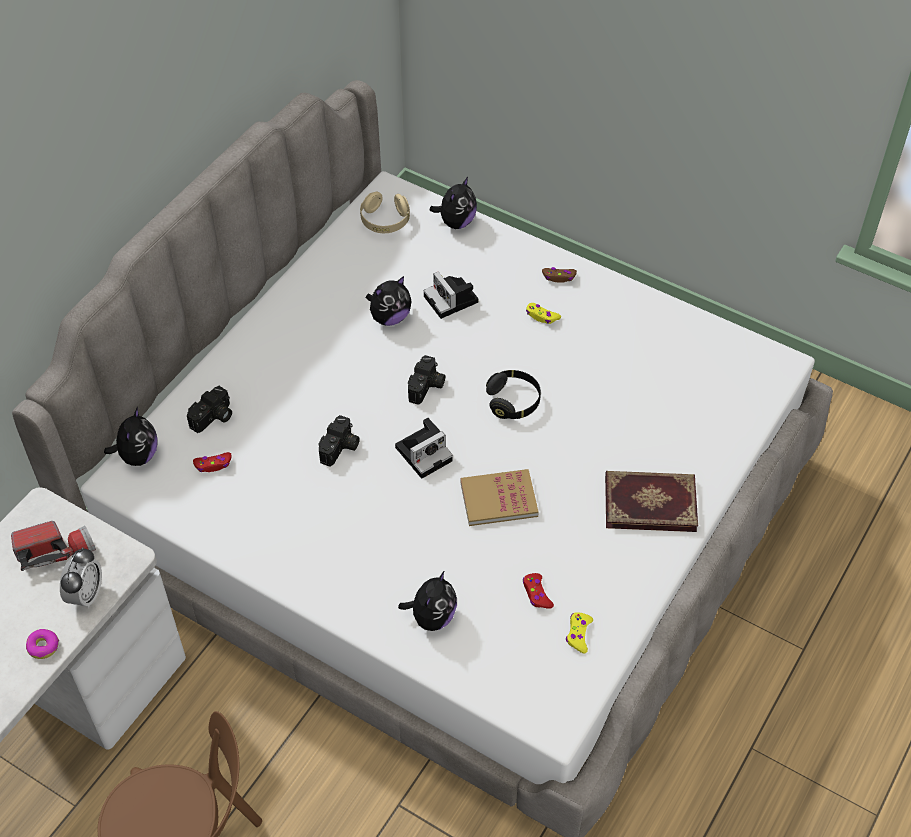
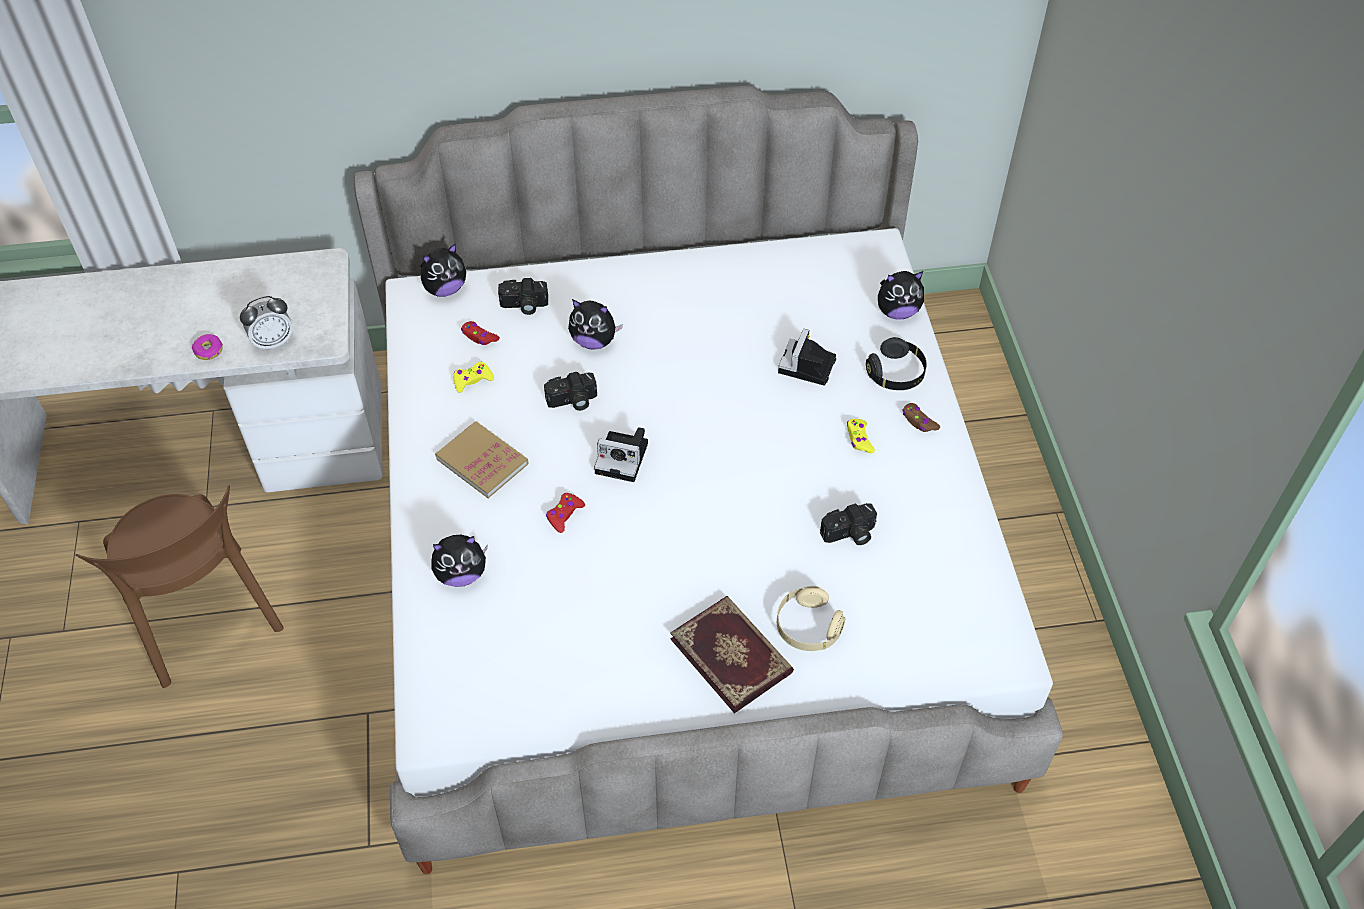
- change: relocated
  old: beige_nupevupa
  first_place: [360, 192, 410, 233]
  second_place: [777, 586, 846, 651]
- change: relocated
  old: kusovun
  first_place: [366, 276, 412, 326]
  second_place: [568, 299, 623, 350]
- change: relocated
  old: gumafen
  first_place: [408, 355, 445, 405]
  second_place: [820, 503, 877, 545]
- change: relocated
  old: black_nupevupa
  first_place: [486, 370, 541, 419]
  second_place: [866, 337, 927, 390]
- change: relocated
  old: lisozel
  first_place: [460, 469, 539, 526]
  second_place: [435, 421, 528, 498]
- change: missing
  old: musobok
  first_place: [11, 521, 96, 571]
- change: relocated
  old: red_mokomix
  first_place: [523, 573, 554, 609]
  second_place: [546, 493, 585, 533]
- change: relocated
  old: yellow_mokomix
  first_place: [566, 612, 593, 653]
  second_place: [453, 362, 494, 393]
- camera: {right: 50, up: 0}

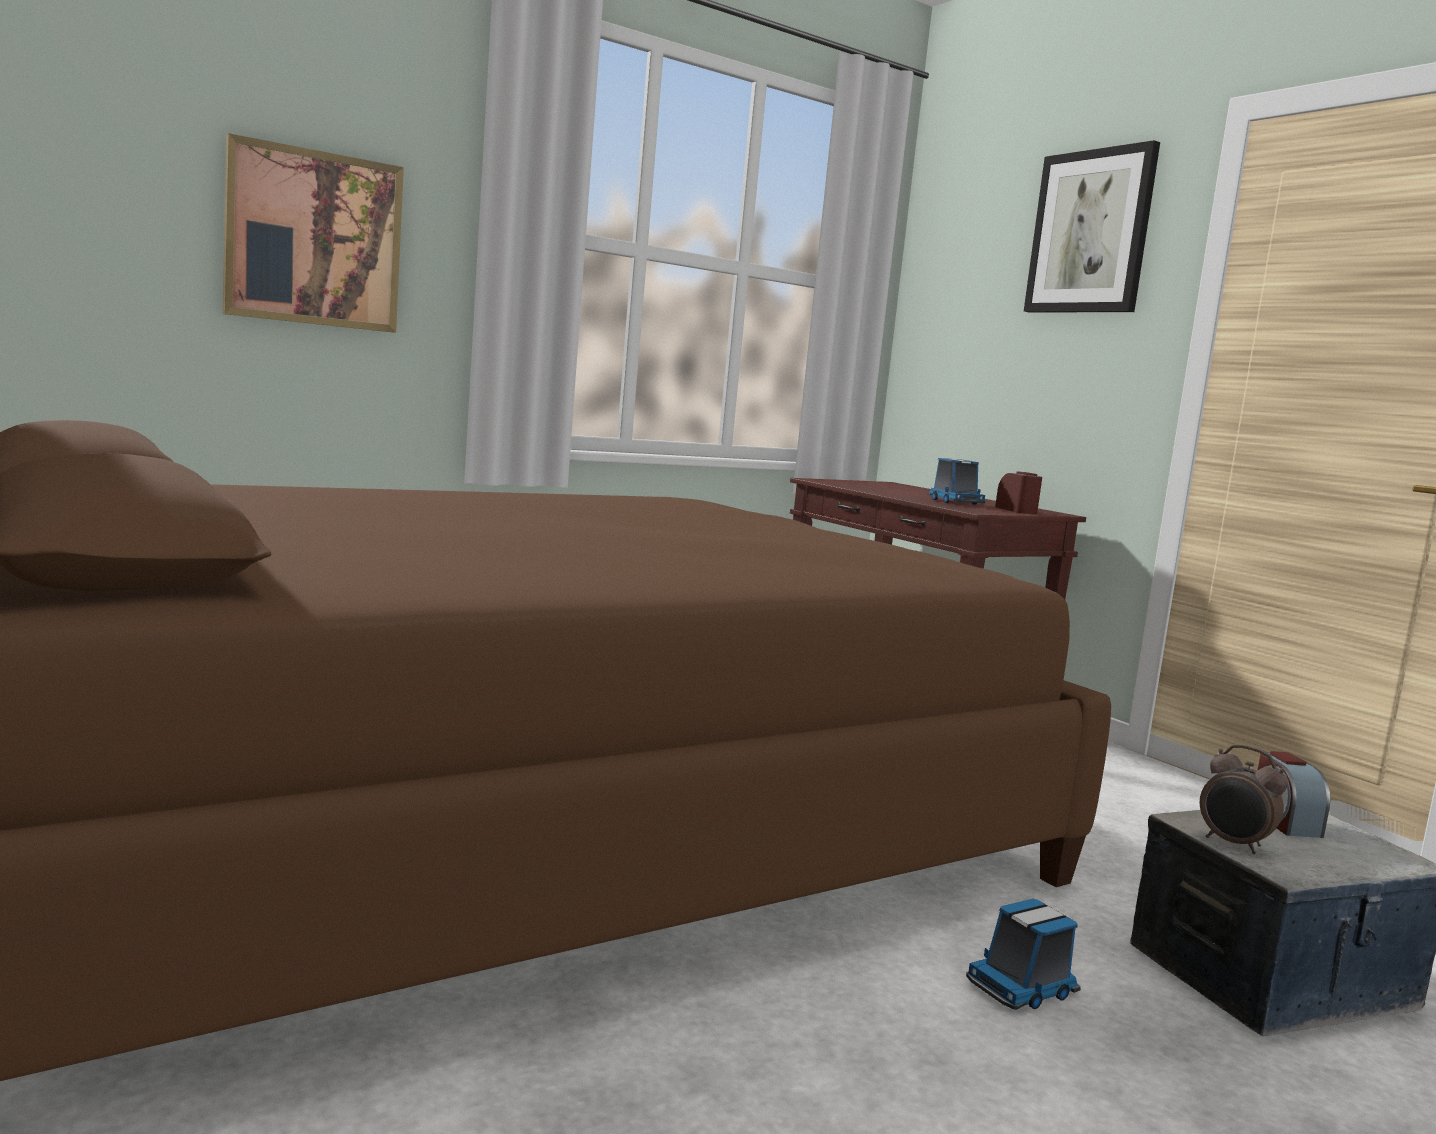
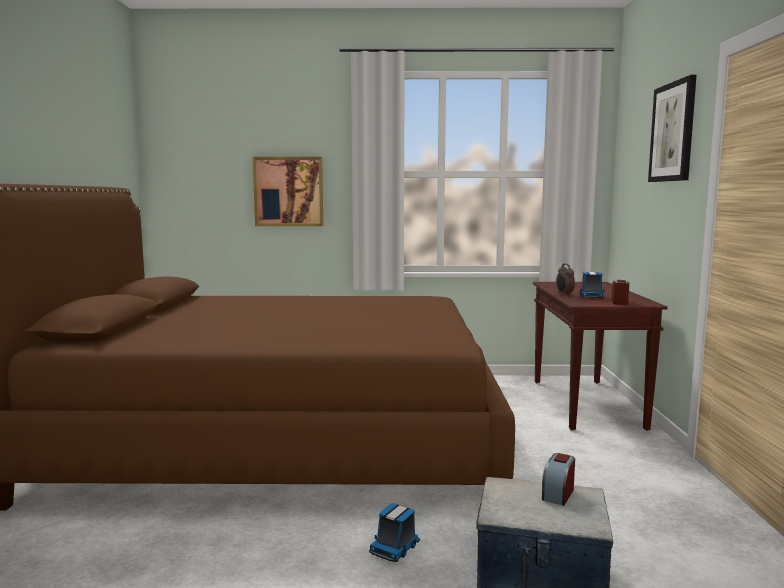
- change: relocated
  old: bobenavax
  first_place: [1200, 744, 1288, 854]
  second_place: [556, 263, 575, 296]
- change: spun
  old: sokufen
  first_place: [966, 899, 1081, 1010]
  second_place: [369, 503, 420, 562]
  degrees: -60
- camera: {right: 35, up: 0}

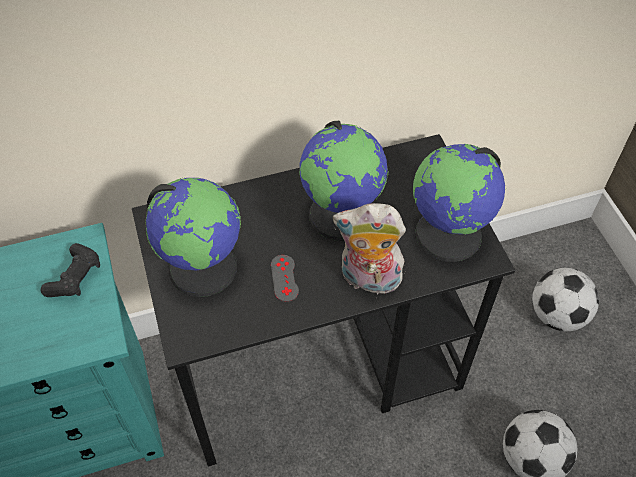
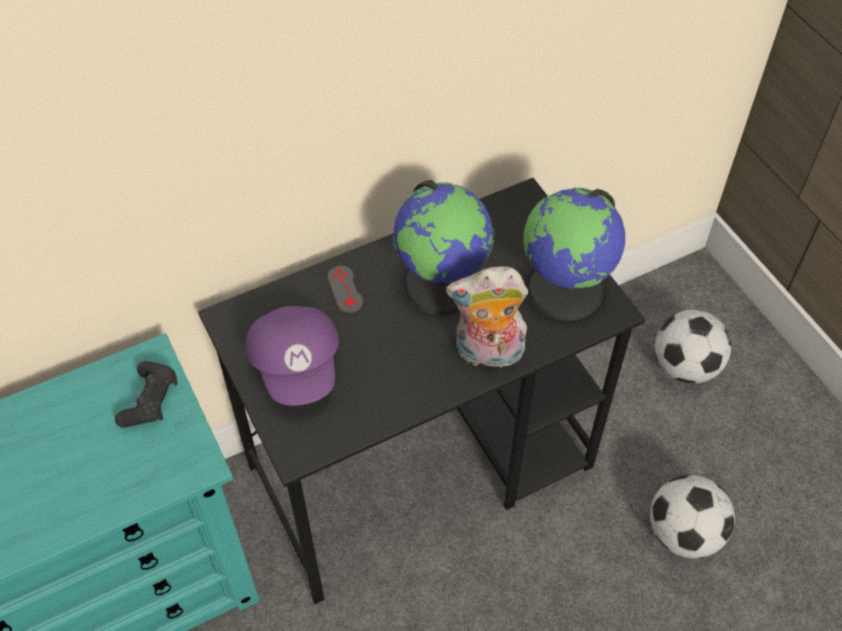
- change: exchanged
  old: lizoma
  new: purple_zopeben
  first_place: [145, 178, 241, 297]
  second_place: [246, 306, 339, 406]
- change: relocated
  old: grey_mokomix
  first_place: [271, 255, 299, 302]
  second_place: [327, 265, 363, 313]
- camera: {right: -10, up: 0}

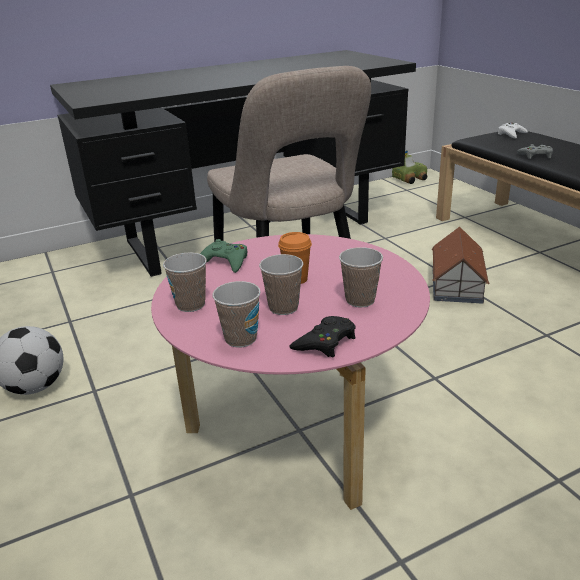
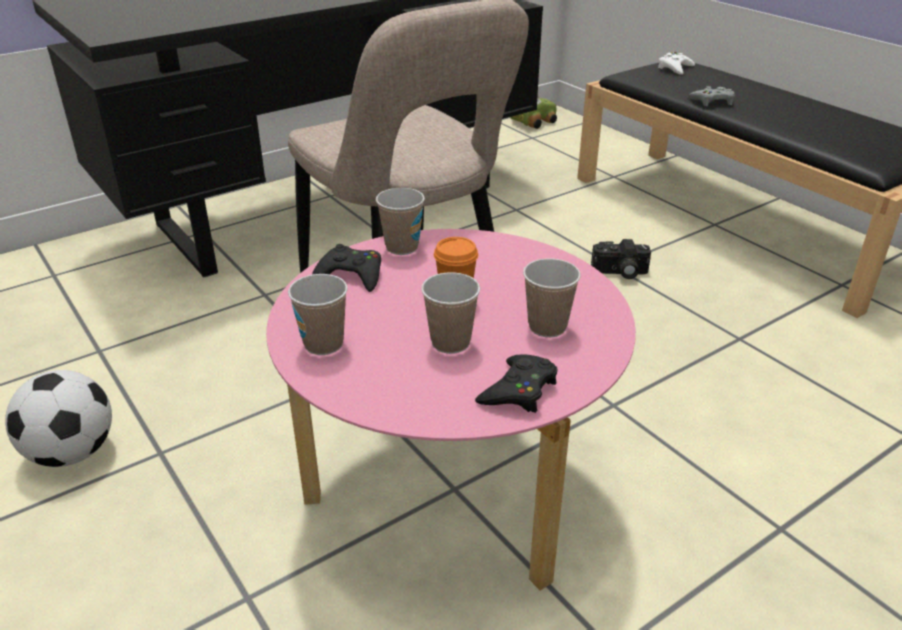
- change: exchanged
  old: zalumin
  new: gumafen
  first_place: [431, 227, 490, 304]
  second_place: [591, 239, 651, 279]
- change: colour
  old: green_mokomix
  new: black_mokomix
  first_place: [200, 239, 247, 273]
  second_place: [312, 244, 381, 292]
- change: relocated
  old: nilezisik
  first_place: [212, 281, 261, 348]
  second_place: [376, 188, 425, 255]
- camera: {right: -10, up: 5}

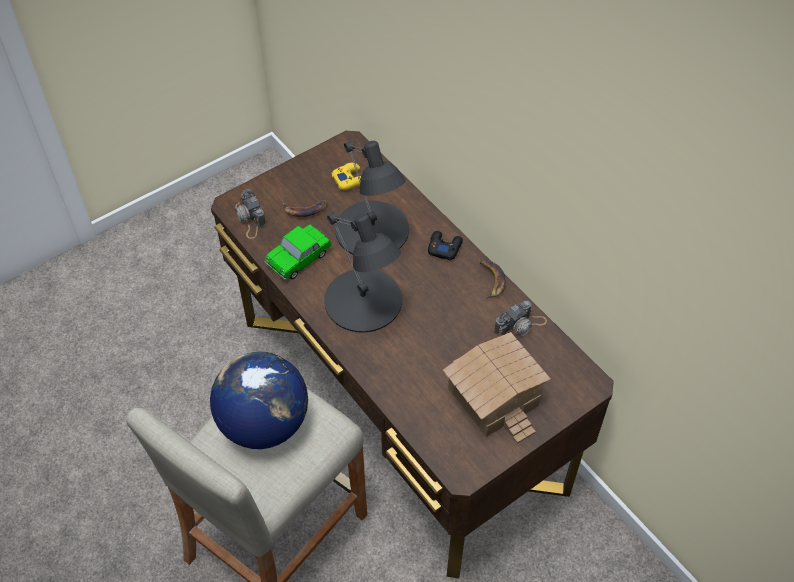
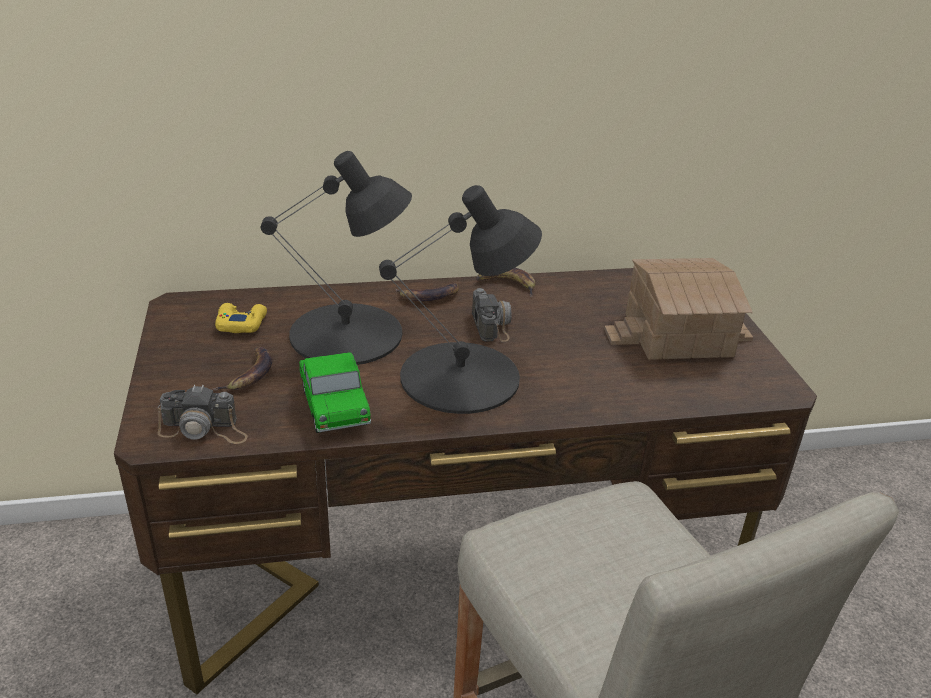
- change: exchanged
  old: black_mokomix
  new: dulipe
  first_place: [428, 231, 463, 260]
  second_place: [395, 283, 459, 301]
- change: relocated
  old: gumafen
  first_place: [494, 301, 547, 337]
  second_place: [472, 288, 512, 342]
- change: missing
  old: lizoma
  first_place: [210, 351, 308, 449]
- camera: {right: -65, up: -20}

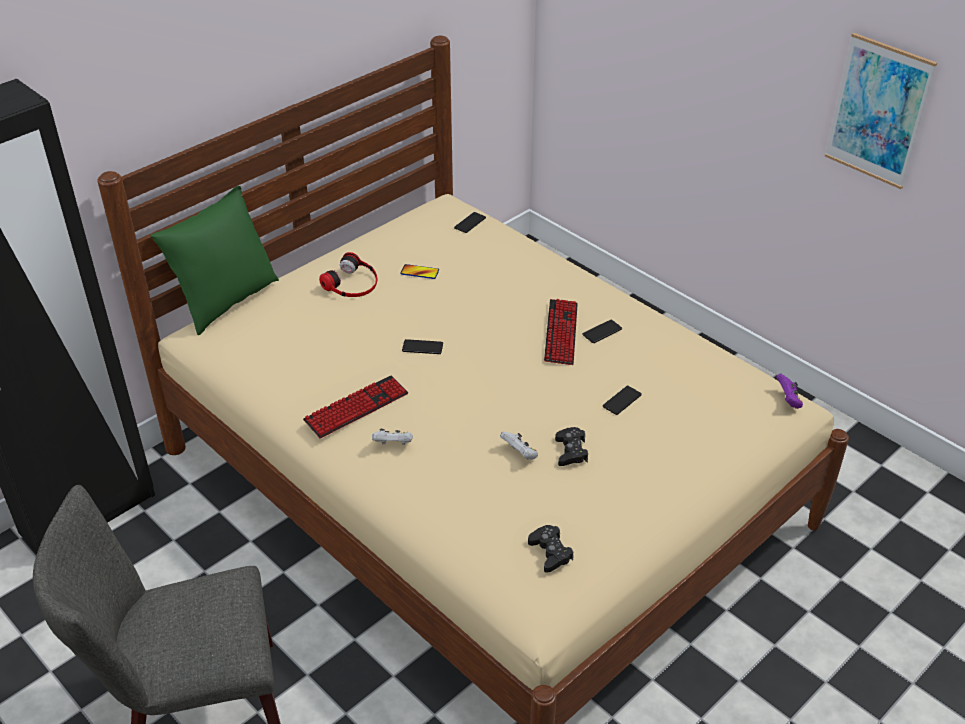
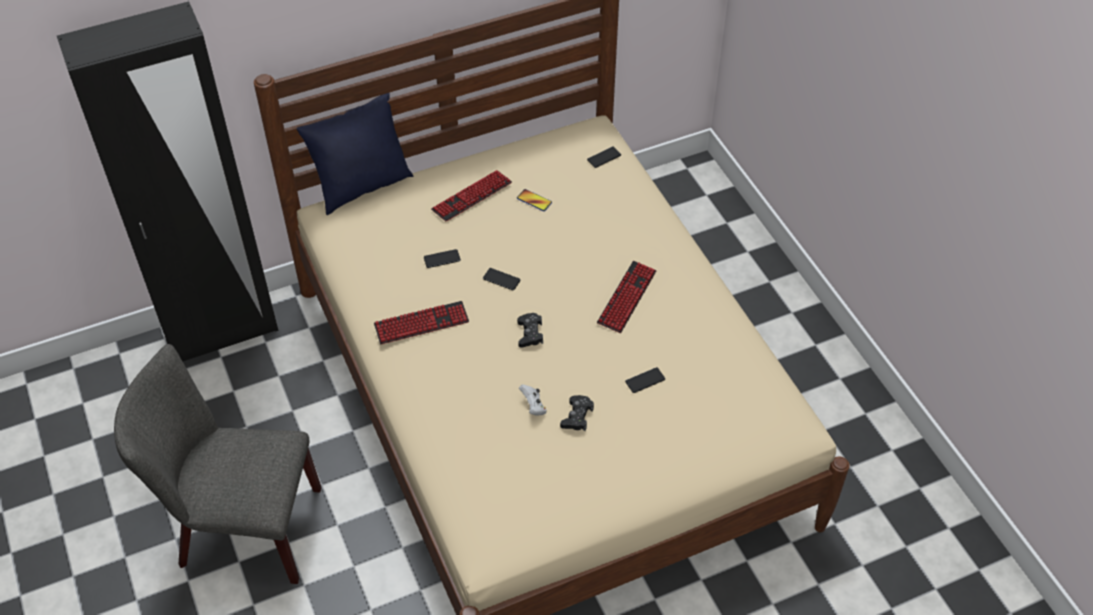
- change: missing
  old: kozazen
  first_place: [825, 33, 937, 189]
- change: colour
  old: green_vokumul
  new: blue_vokumul
  first_place: [151, 186, 279, 335]
  second_place: [296, 93, 413, 215]
- change: exchanged
  old: nupevupa
  new: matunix
  first_place: [319, 252, 377, 297]
  second_place: [431, 170, 512, 222]
- change: relocated
  old: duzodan
  first_place: [582, 320, 622, 343]
  second_place: [424, 249, 461, 268]
- change: missing
  old: purple_mokomix
  first_place: [776, 374, 803, 409]
- change: missing
  old: white_mokomix
  first_place: [372, 429, 413, 445]
- change: relocated
  old: black_mokomix
  first_place: [528, 525, 574, 573]
  second_place: [517, 313, 543, 348]
- camera: {right: 20, up: 10}

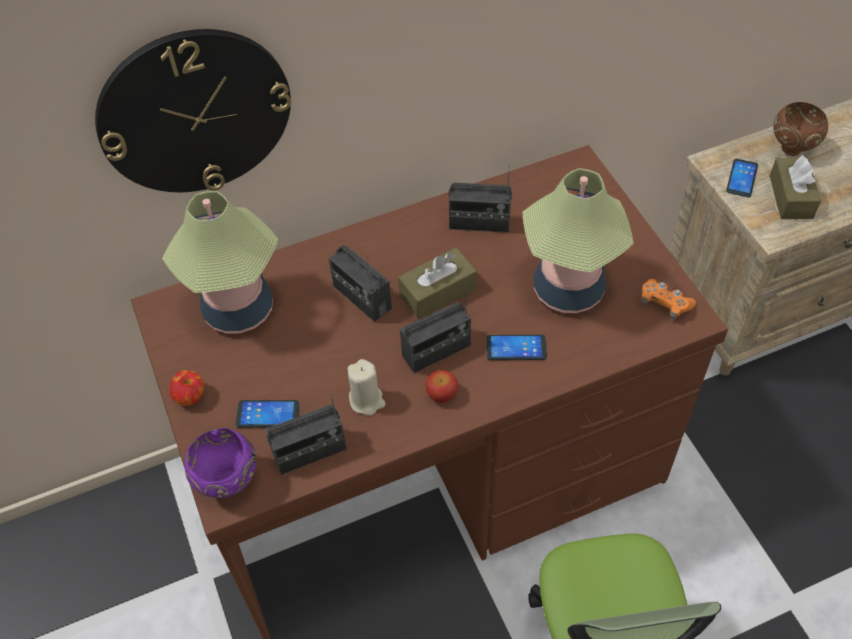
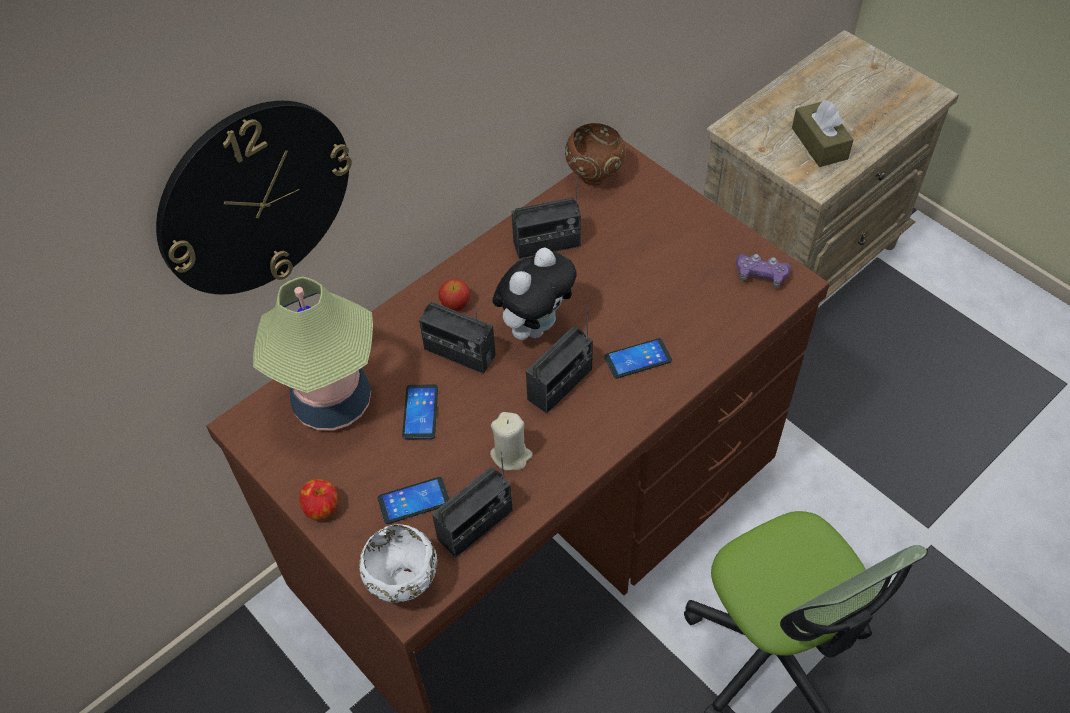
- change: relocated
  old: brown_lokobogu
  first_place: [773, 102, 828, 156]
  second_place: [565, 123, 626, 186]
- change: relocated
  old: duzodan
  first_place: [726, 159, 758, 197]
  second_place: [402, 385, 438, 440]
- change: missing
  old: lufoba
  first_place: [522, 168, 634, 313]
- change: exchanged
  old: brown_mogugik
  new: kusovun
  first_place: [398, 247, 477, 319]
  second_place: [493, 247, 577, 340]
- change: colour
  old: orange_mokomix
  new: purple_mokomix
  first_place: [641, 279, 696, 319]
  second_place: [736, 254, 791, 288]
- change: relocated
  old: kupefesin
  first_place: [425, 370, 458, 403]
  second_place: [438, 279, 470, 311]
- change: colour
  old: purple_lokobogu
  new: white_lokobogu
  first_place: [185, 428, 257, 498]
  second_place: [359, 524, 437, 602]
- camera: {right: -20, up: 0}

